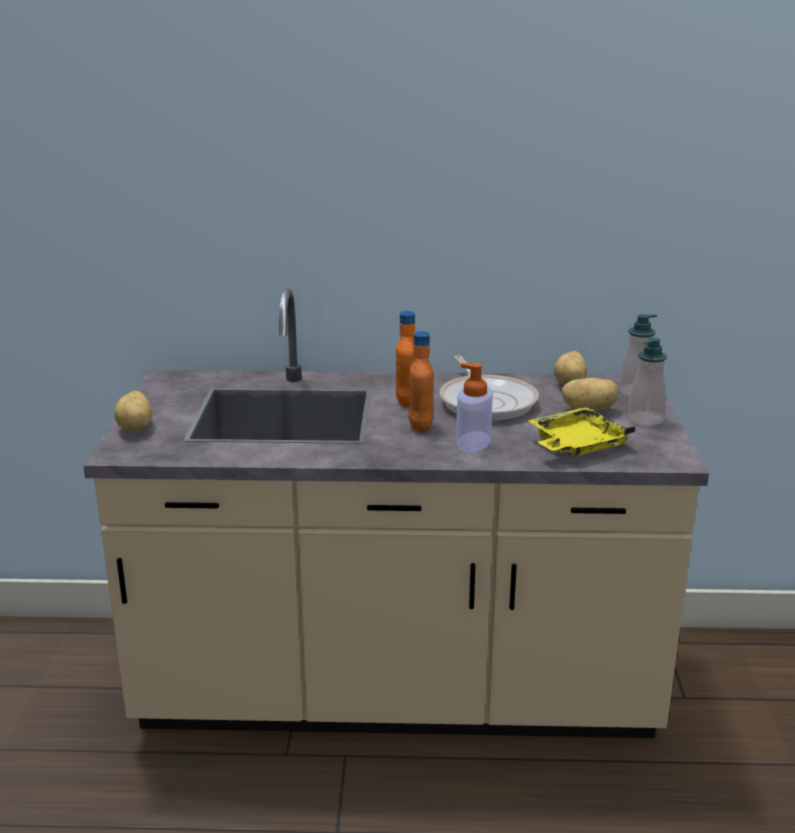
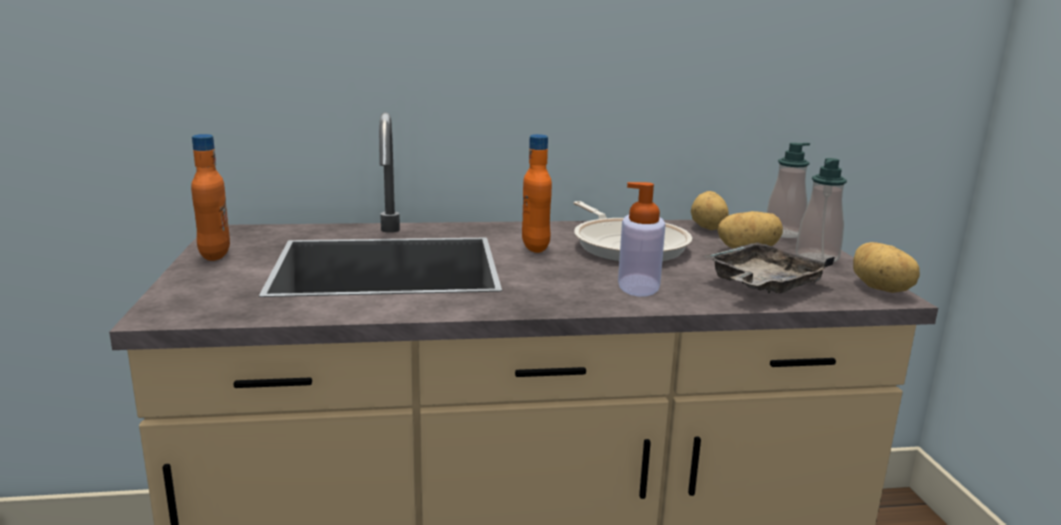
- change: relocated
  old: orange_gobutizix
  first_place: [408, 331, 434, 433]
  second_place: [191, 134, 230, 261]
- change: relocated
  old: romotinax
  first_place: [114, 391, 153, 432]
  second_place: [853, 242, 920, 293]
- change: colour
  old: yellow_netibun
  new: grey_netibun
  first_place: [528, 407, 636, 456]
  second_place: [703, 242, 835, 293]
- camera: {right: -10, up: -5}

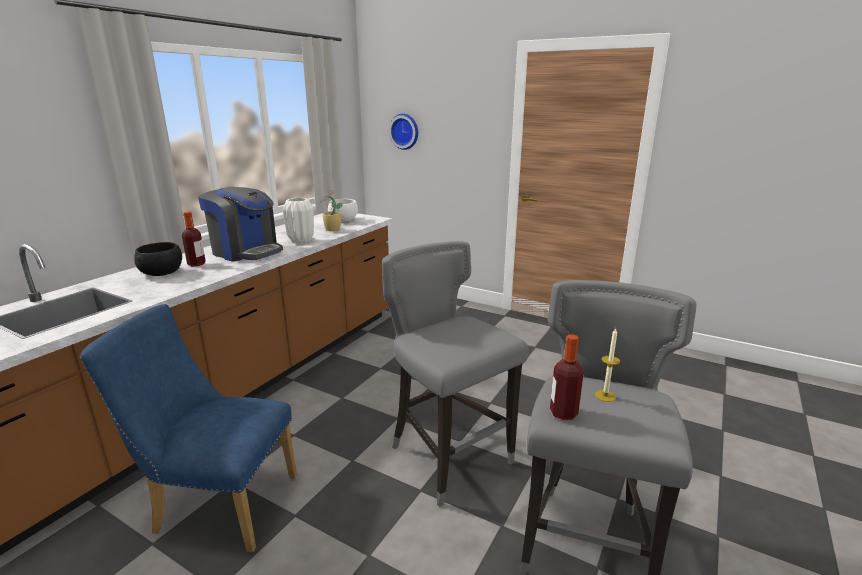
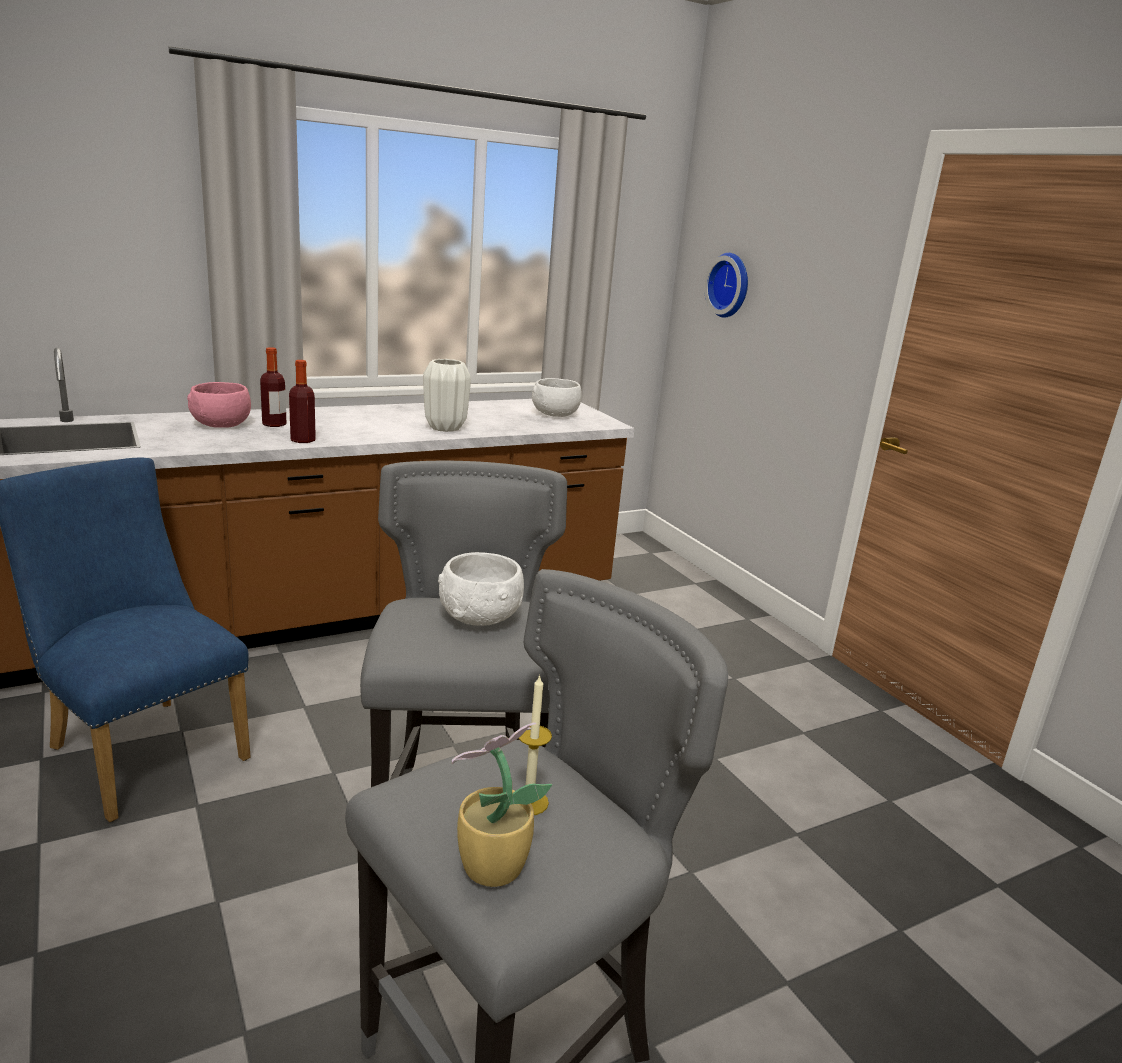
- change: missing
  old: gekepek
  first_place: [198, 186, 283, 262]
- change: relocated
  old: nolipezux
  first_place: [320, 187, 343, 231]
  second_place: [452, 723, 552, 887]
- change: colour
  old: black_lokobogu
  new: pink_lokobogu
  first_place: [134, 242, 182, 276]
  second_place: [187, 382, 251, 428]
- change: relocated
  old: gobutizix
  first_place: [550, 334, 584, 420]
  second_place: [289, 360, 316, 443]
- change: appeared
  new: white_lokobogu
  second_place: [438, 552, 524, 626]
- camera: {right: 30, up: 0}

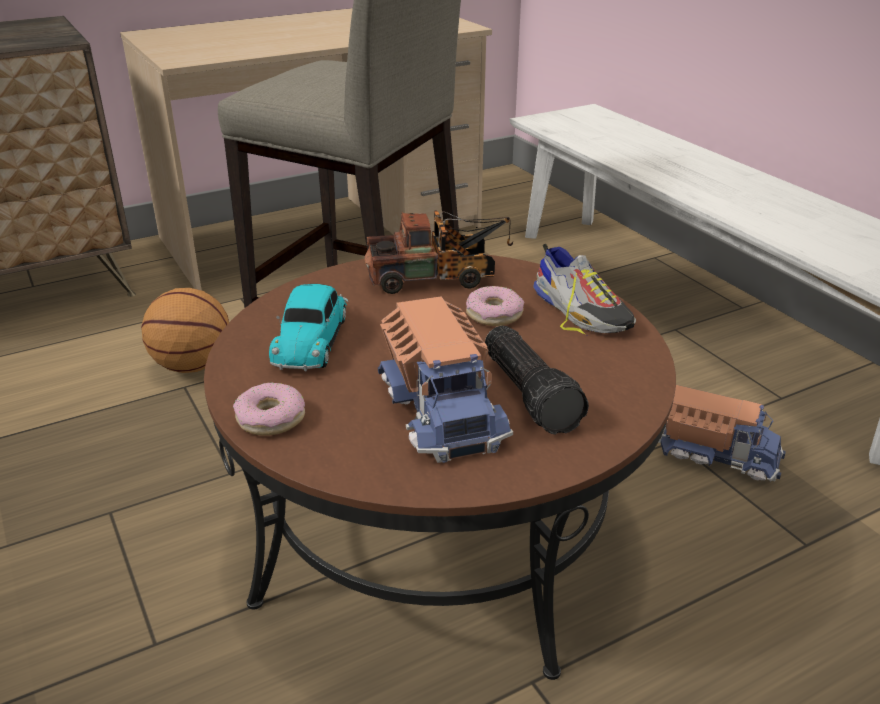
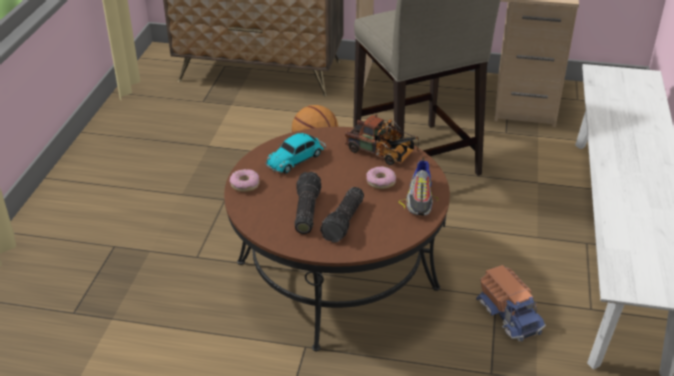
- change: exchanged
  old: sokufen
  new: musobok
  first_place: [378, 296, 513, 463]
  second_place: [295, 172, 321, 234]
- camera: {right: 40, up: 5}

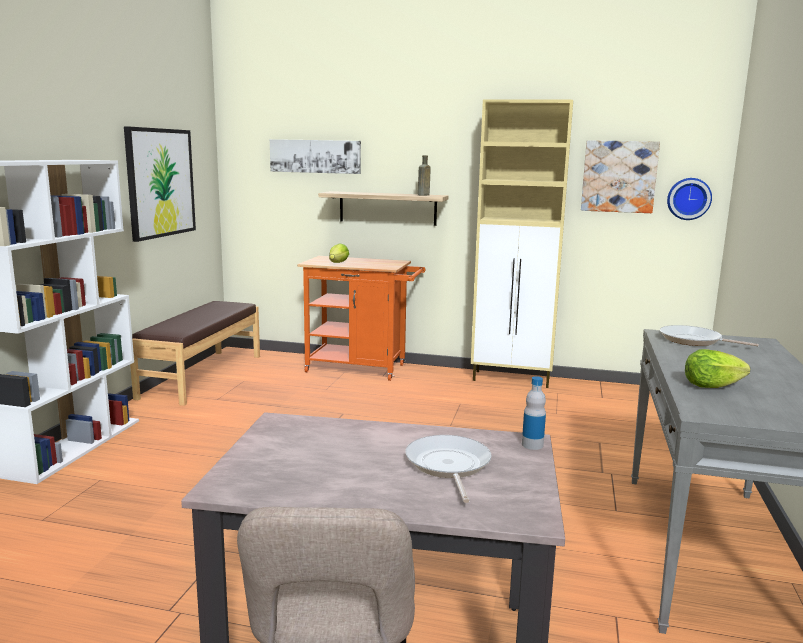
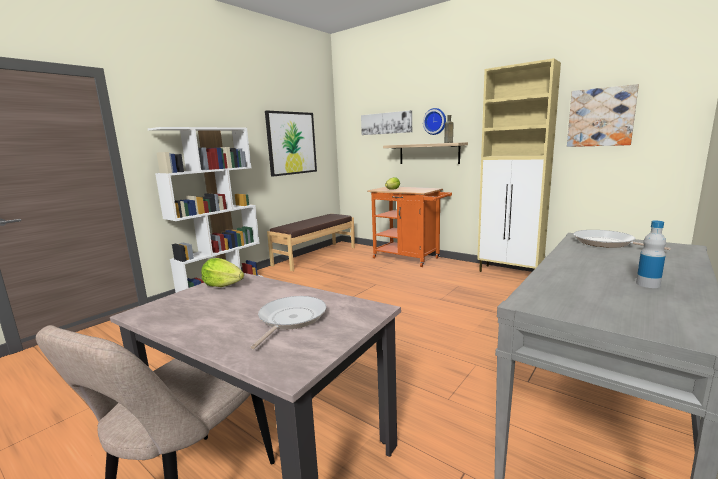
- change: relocated
  old: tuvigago
  first_place: [667, 178, 712, 220]
  second_place: [423, 108, 446, 135]
- change: relocated
  old: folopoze
  first_place: [685, 349, 750, 388]
  second_place: [201, 258, 244, 287]
- change: relocated
  old: gobutizix
  first_place: [522, 376, 546, 450]
  second_place: [636, 221, 666, 288]
- camera: {right: 25, up: 0}

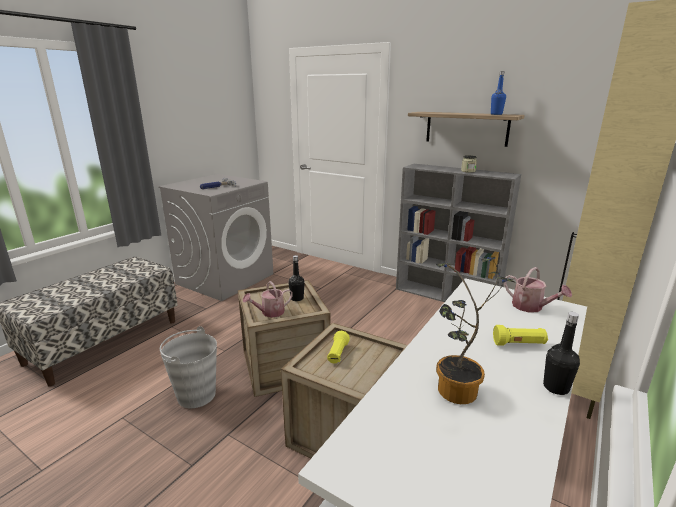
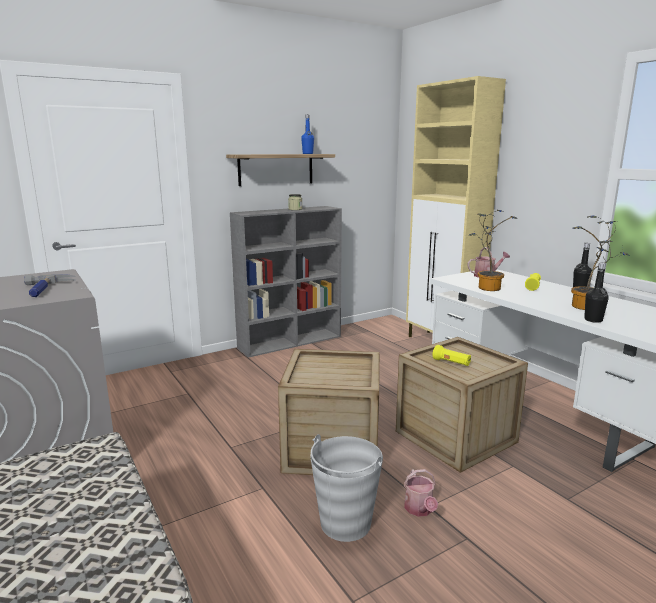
- change: relocated
  old: black_gobutizix
  first_place: [288, 255, 305, 301]
  second_place: [584, 263, 609, 323]
- change: relocated
  old: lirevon
  first_place: [243, 281, 293, 318]
  second_place: [404, 469, 438, 517]
- change: appeared
  new: nolipezux
  second_place: [469, 210, 516, 291]
- camera: {right: -65, up: -5}

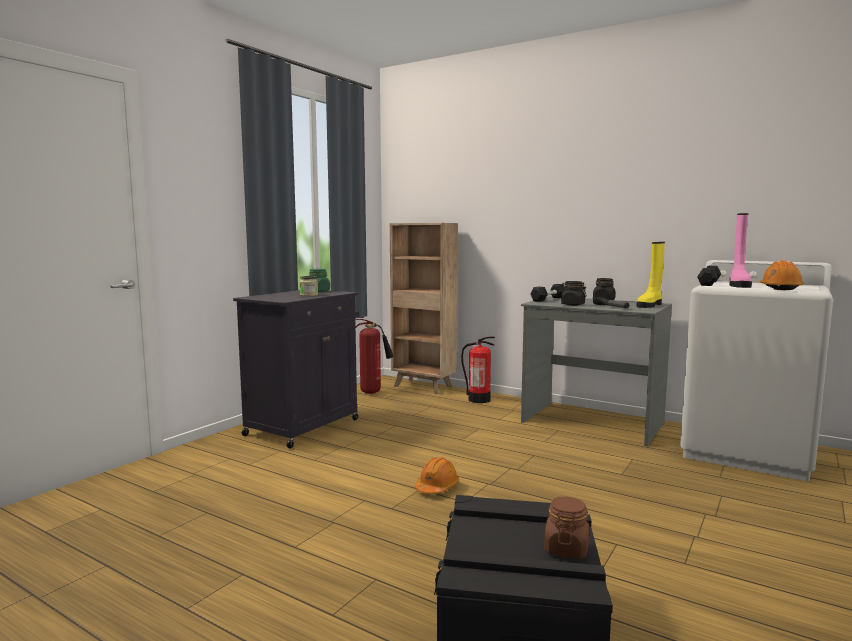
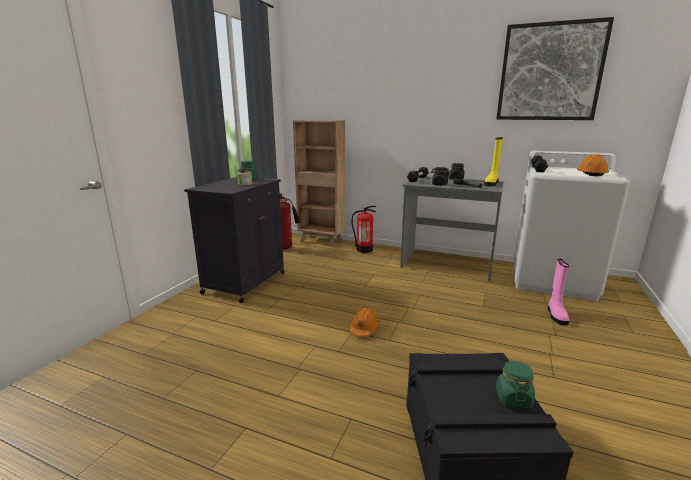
- change: relocated
  old: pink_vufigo
  first_place: [730, 213, 752, 288]
  second_place: [548, 259, 569, 326]
- change: colour
  old: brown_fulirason
  new: green_fulirason
  first_place: [544, 496, 589, 559]
  second_place: [496, 360, 535, 409]
- change: appeared
  new: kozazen
  second_place: [496, 17, 614, 120]
- camera: {right: -10, up: 10}

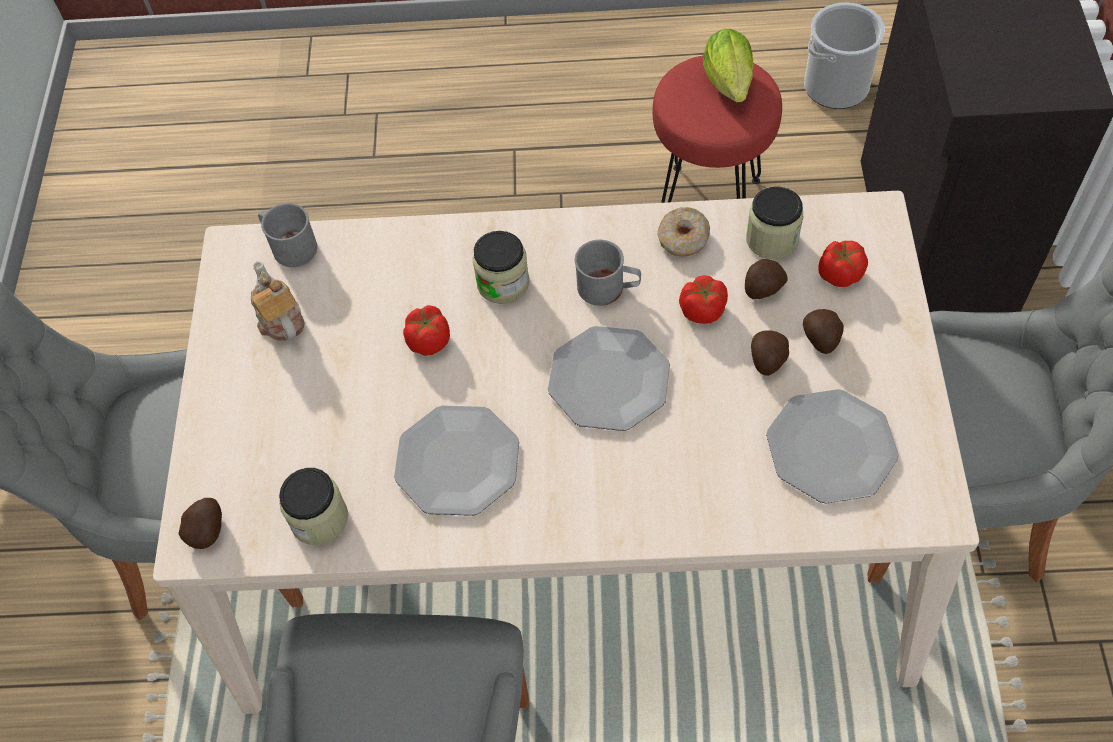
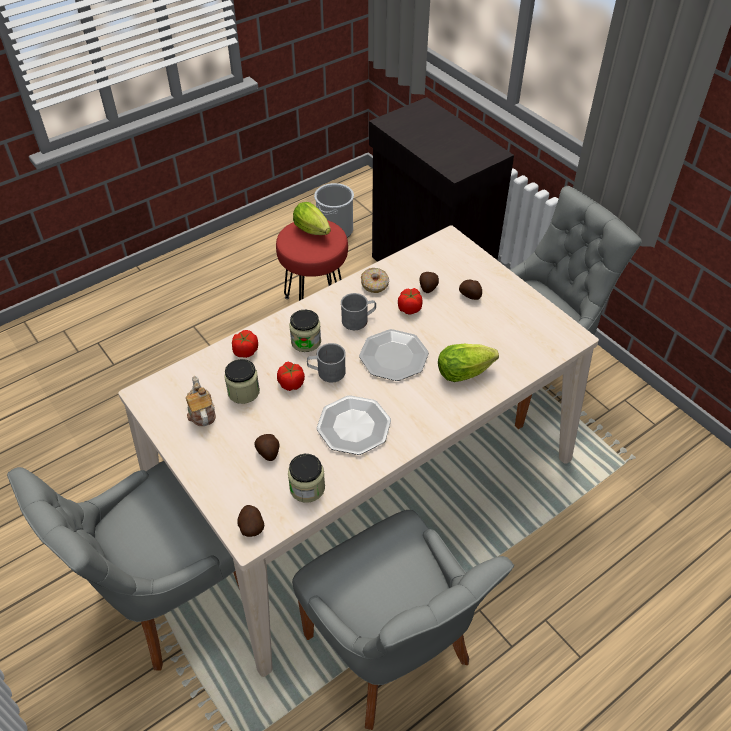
- change: relocated
  old: fulirason
  first_place: [746, 187, 803, 259]
  second_place: [224, 359, 260, 404]
- change: relocated
  old: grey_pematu
  first_place: [258, 203, 317, 267]
  second_place: [307, 343, 346, 383]
- change: relocated
  old: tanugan
  first_place: [818, 241, 868, 287]
  second_place: [232, 330, 258, 358]
- change: spun
  old: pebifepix
  first_place: [251, 261, 305, 341]
  second_place: [186, 376, 216, 426]
  degrees: 45
- change: relocated
  old: romotinax
  first_place: [751, 330, 789, 376]
  second_place: [254, 434, 280, 461]
- change: missing
  old: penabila
  first_place: [766, 389, 899, 503]
- change: appeared
  new: folopoze
  second_place: [438, 344, 499, 382]
- camera: {right: -40, up: -10}

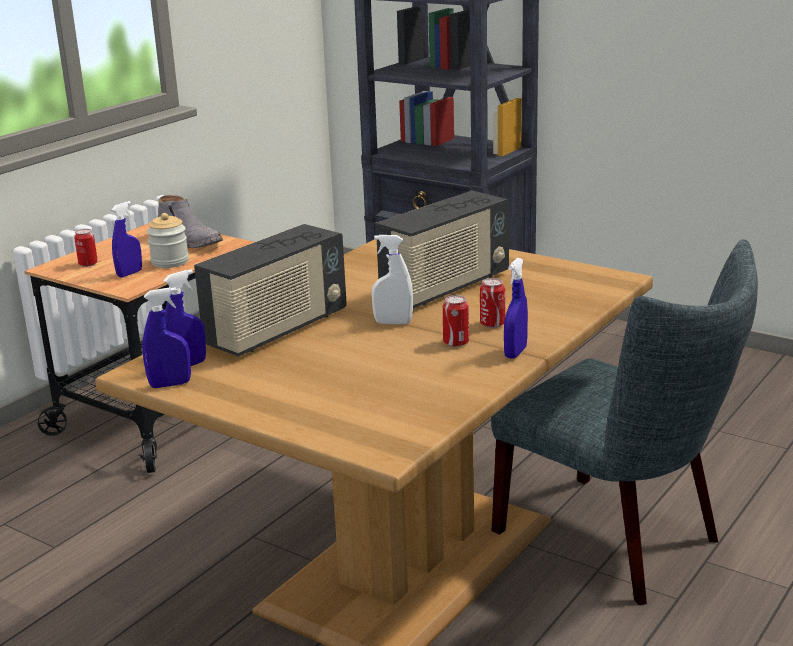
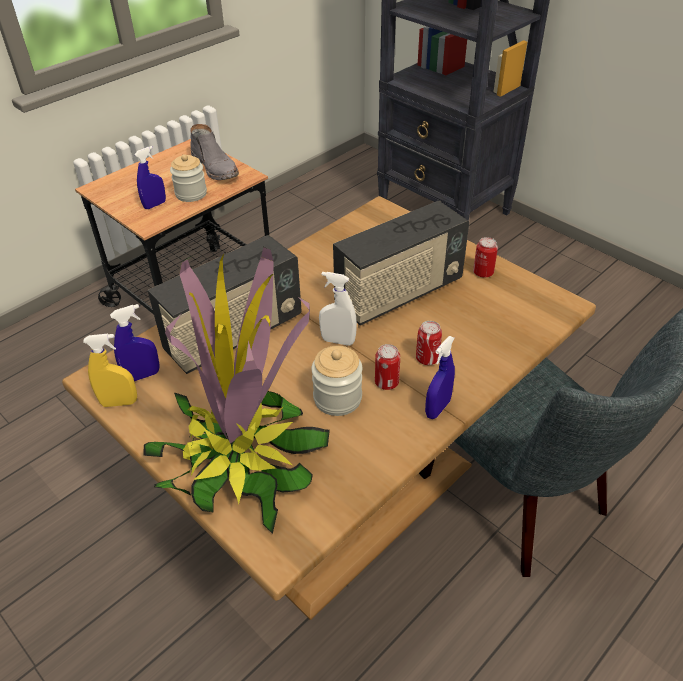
- change: relocated
  old: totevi
  first_place: [74, 229, 98, 267]
  second_place: [473, 237, 498, 278]
- change: colour
  old: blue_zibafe
  new: yellow_zibafe
  first_place: [142, 287, 191, 388]
  second_place: [83, 334, 137, 407]
- change: appeared
  new: nolipezux
  second_place: [143, 247, 330, 534]
- change: appeared
  new: fulirason
  second_place: [311, 346, 362, 416]
- camera: {right: 10, up: 20}

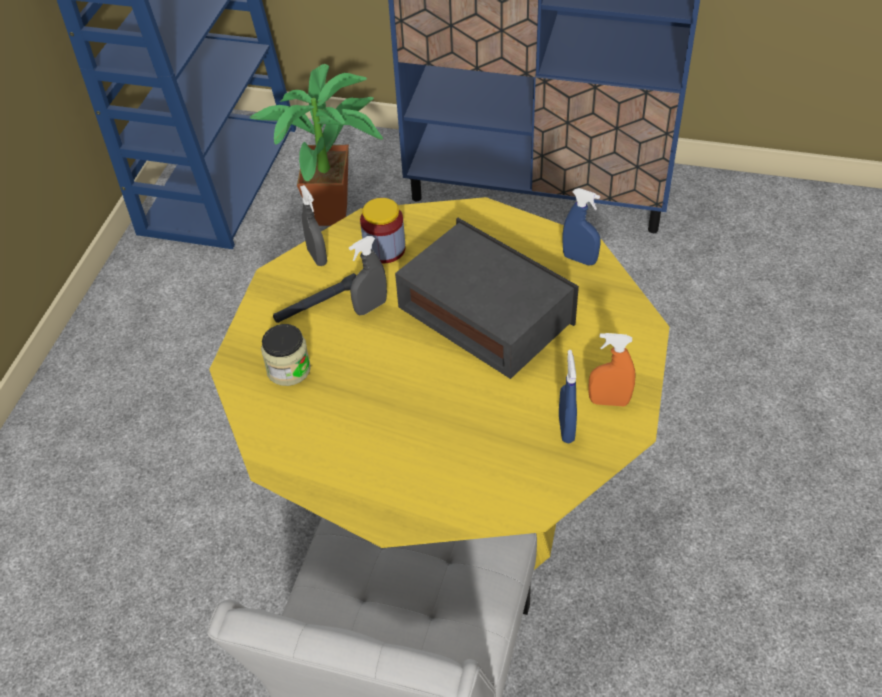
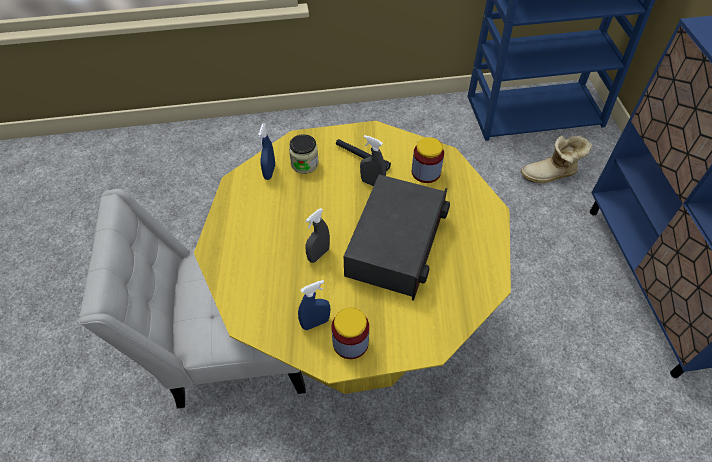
- change: exchanged
  old: nolipezux
  new: vufigo
  first_place: [250, 64, 383, 226]
  second_place: [521, 135, 592, 183]
- change: relocated
  old: grey_zibafe
  first_place: [300, 185, 327, 266]
  second_place: [305, 208, 330, 263]
- change: relocated
  old: blue_zibafe
  first_place: [562, 188, 601, 266]
  second_place: [258, 123, 275, 180]
- change: exchanged
  old: orange_zibafe
  new: fulirason
  first_place: [588, 333, 635, 406]
  second_place: [332, 308, 369, 359]
- camera: {right: 65, up: 5}

